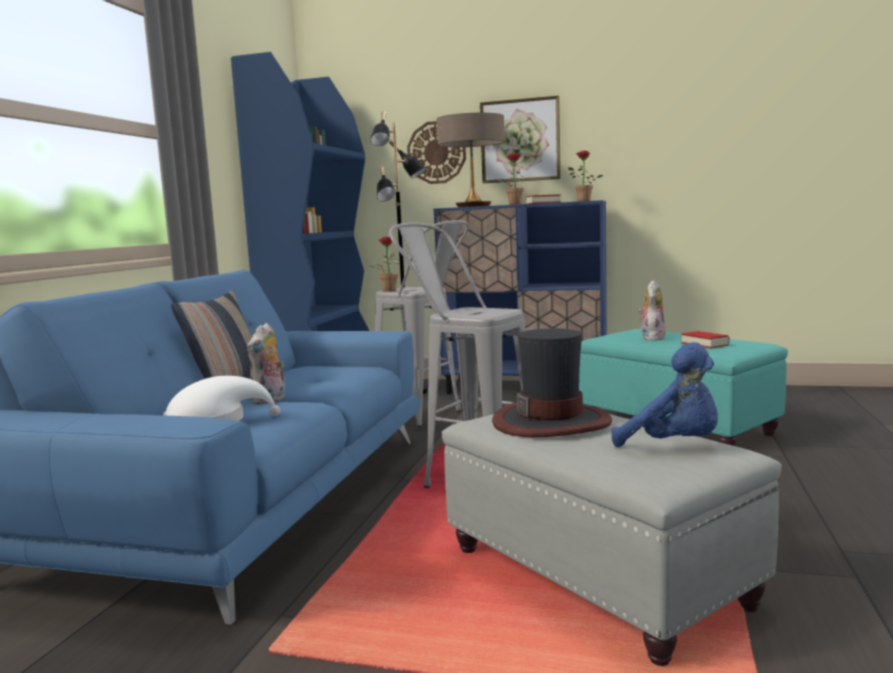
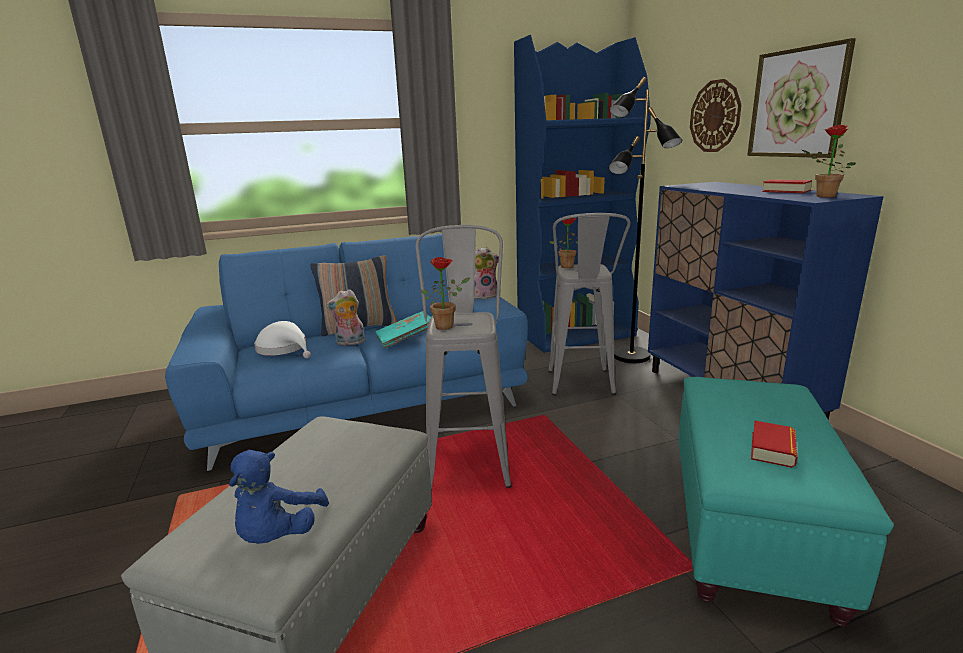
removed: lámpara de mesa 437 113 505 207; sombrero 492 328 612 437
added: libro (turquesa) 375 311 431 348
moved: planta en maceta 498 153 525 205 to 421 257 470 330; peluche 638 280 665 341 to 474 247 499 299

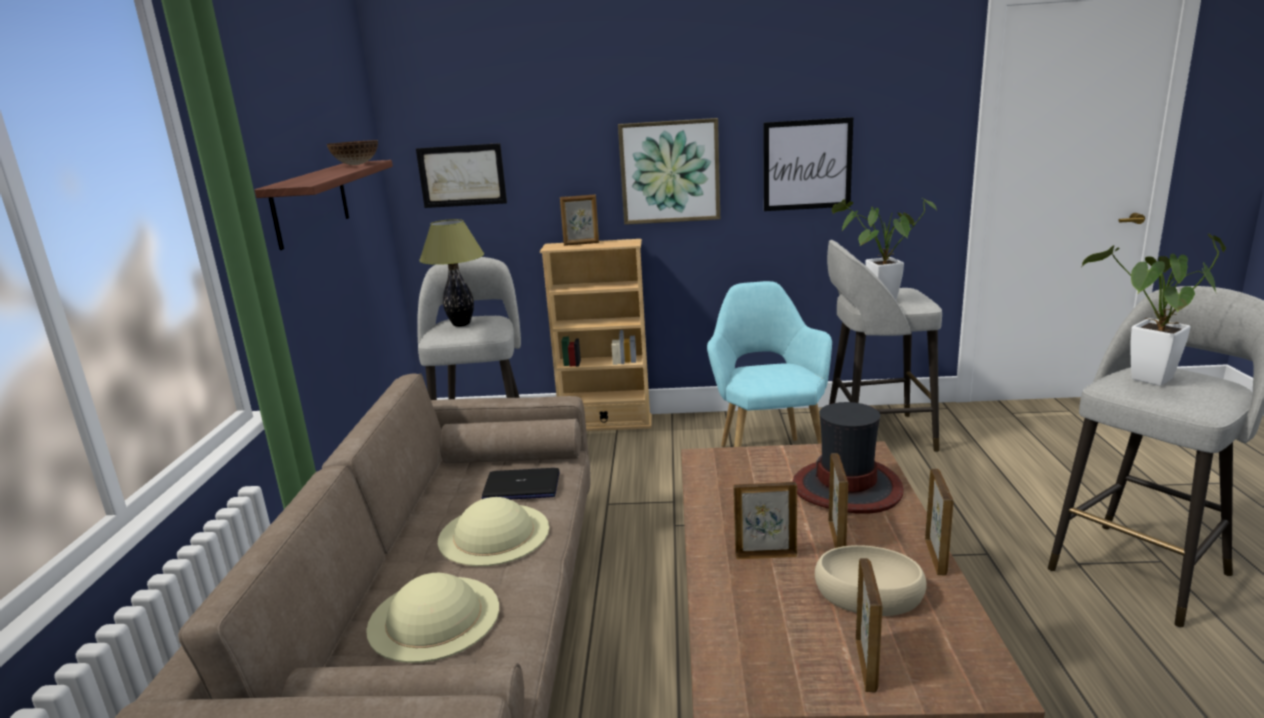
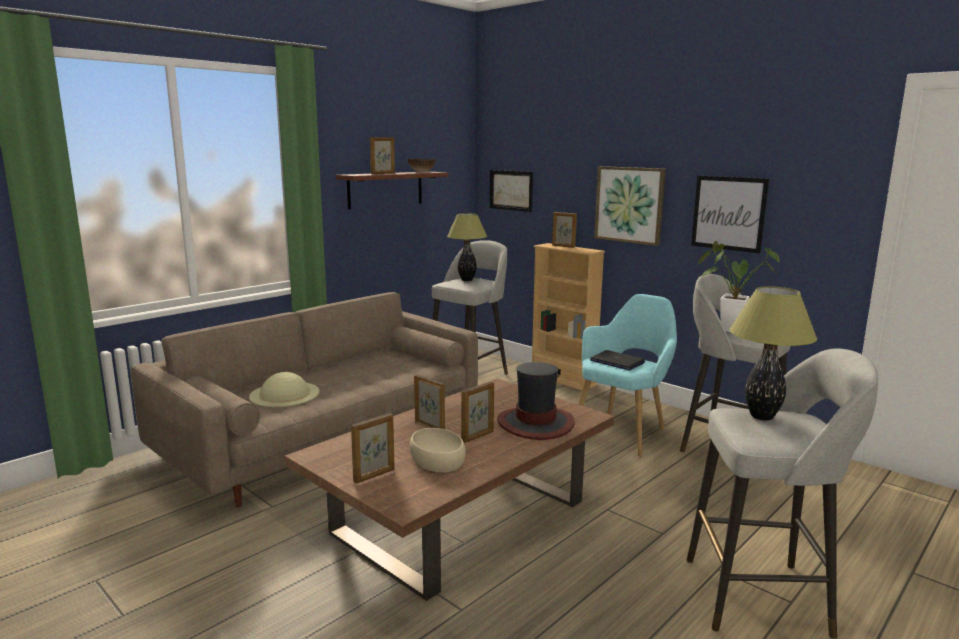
removed: sombrero (beis) 438 497 549 567
moved: portátil 482 468 560 499 to 590 350 645 370; portarretratos 925 468 954 576 to 370 137 395 174
replaced: planta en maceta 1082 234 1226 386 to lámpara de mesa 729 286 817 420

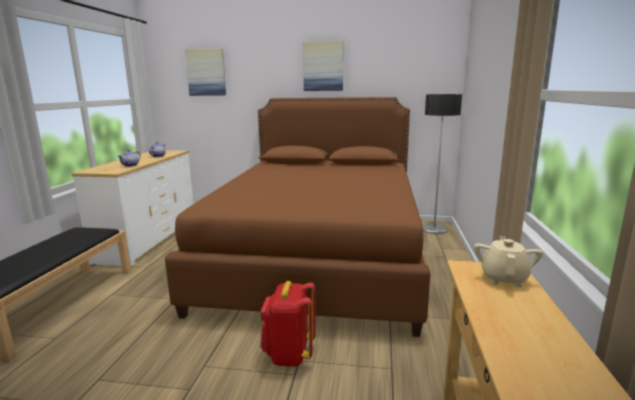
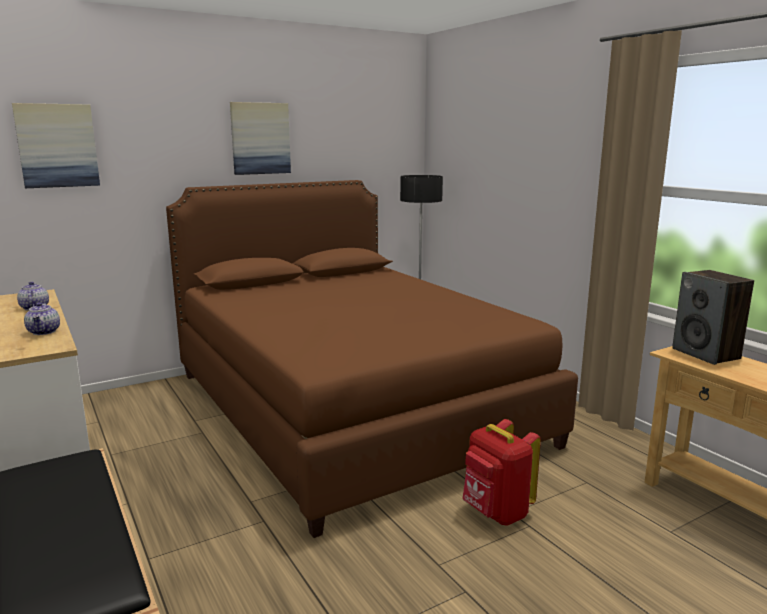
replaced: tetera (beis) 474 236 543 287 to altavoz 672 270 754 365

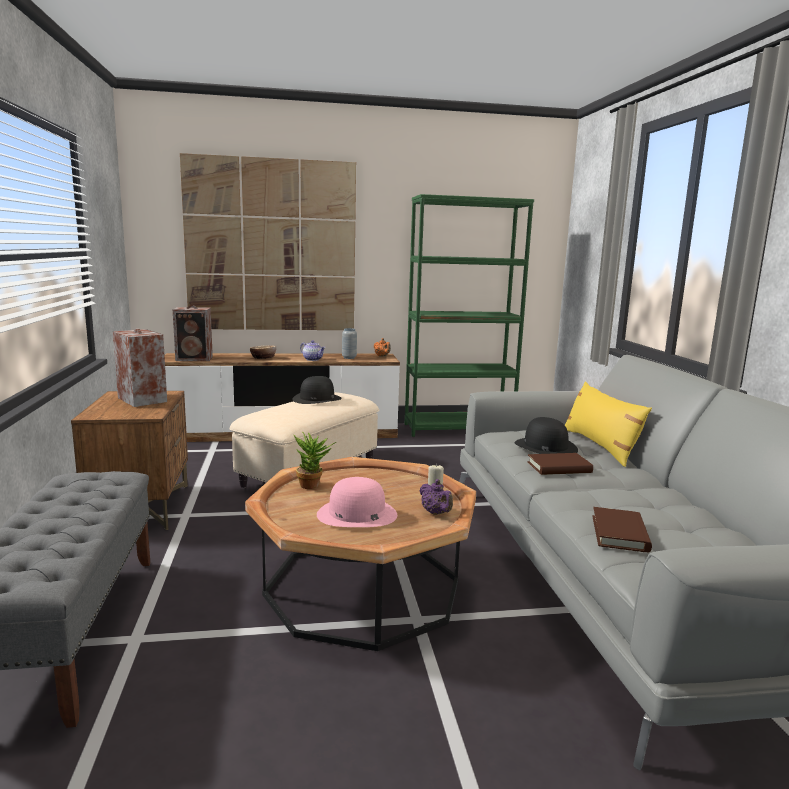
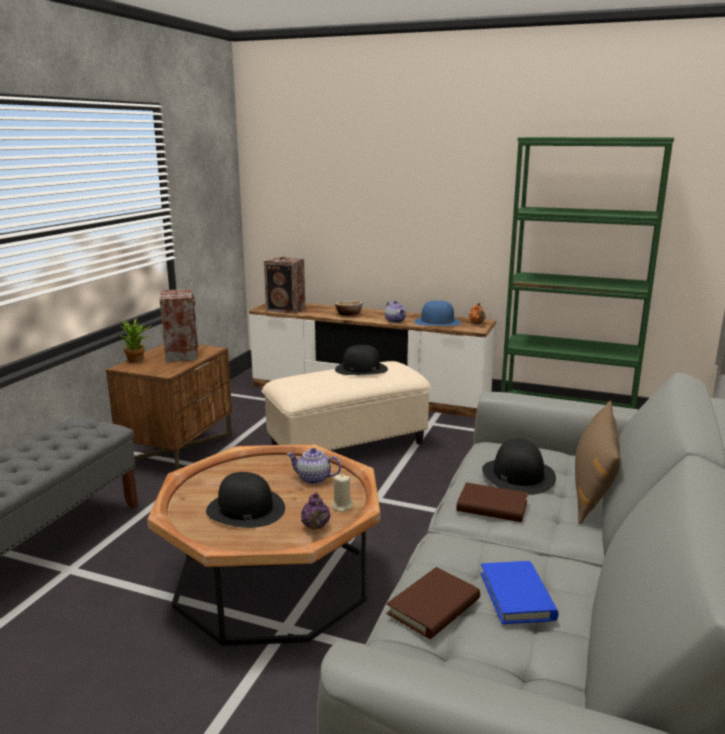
removed: cuadro 180 153 356 330
added: tetera 287 448 341 484; libro (azul) 480 561 559 624
moved: planta en maceta 294 432 336 489 to 119 318 152 362
replaced: florero (gris) 342 328 357 359 to sombrero (azul) 414 301 461 326
recoloured: sombrero (rosa) 317 477 397 527 to sombrero (negro) 206 472 285 528; cojín (amarillo) 565 381 652 467 to cojín (marrón) 575 401 621 524

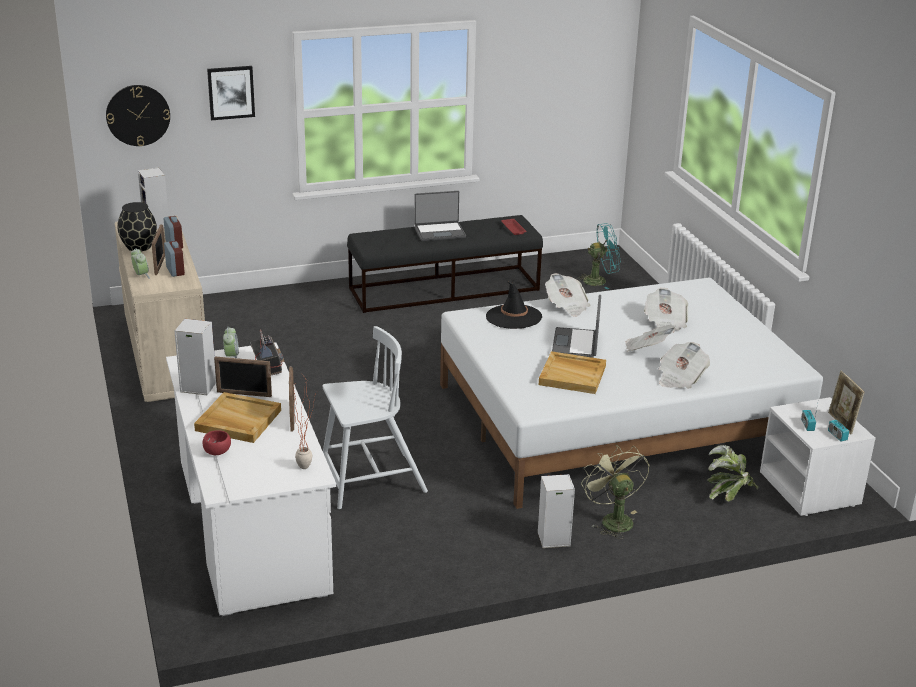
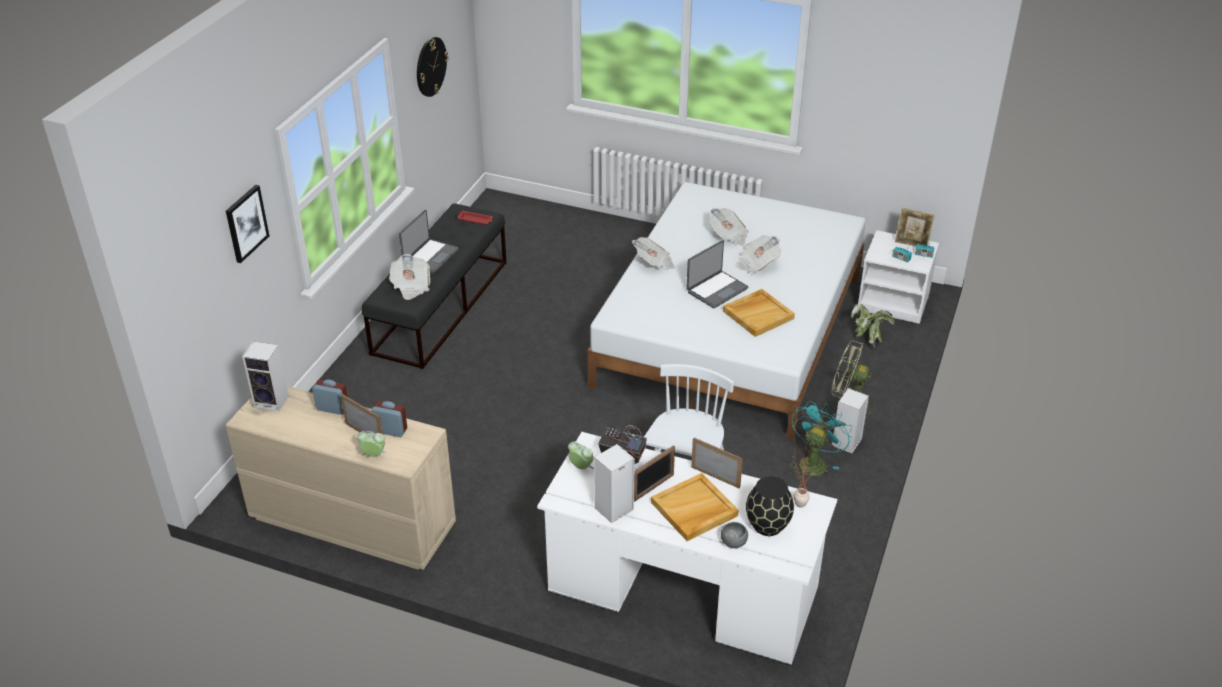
removed: sombrero (negro) 486 282 542 329
moved: reloj de pared 106 85 170 146 to 417 37 449 97; florero (negro) 117 202 157 251 to 746 476 794 536; ventilador (turquesa) 576 223 621 289 to 789 401 852 478; periódico 659 342 710 389 to 389 254 430 300
recoloured: cuenco (rojo) 203 430 231 455 to cuenco (gris) 721 522 748 548
turned: portátil 552 295 601 358 = 686 240 748 308 90 degrees counterclockwise

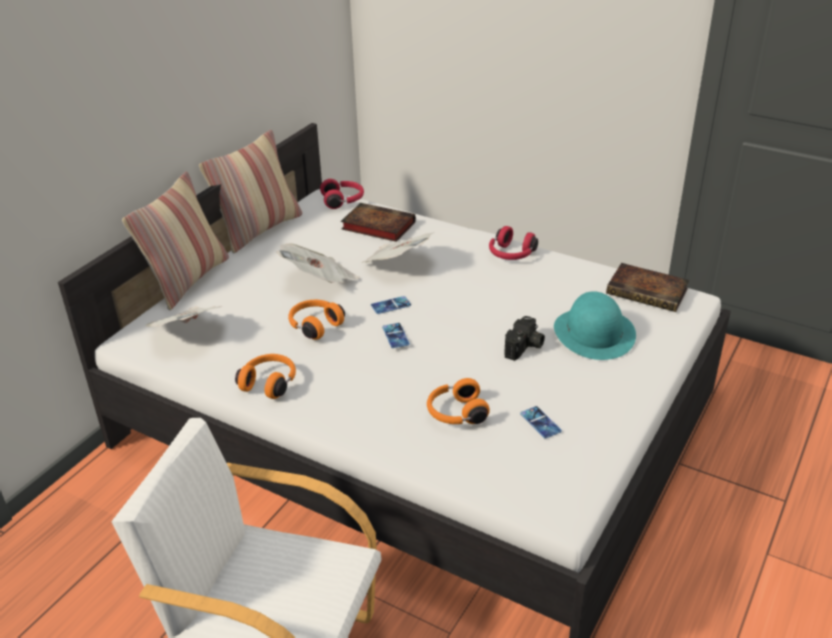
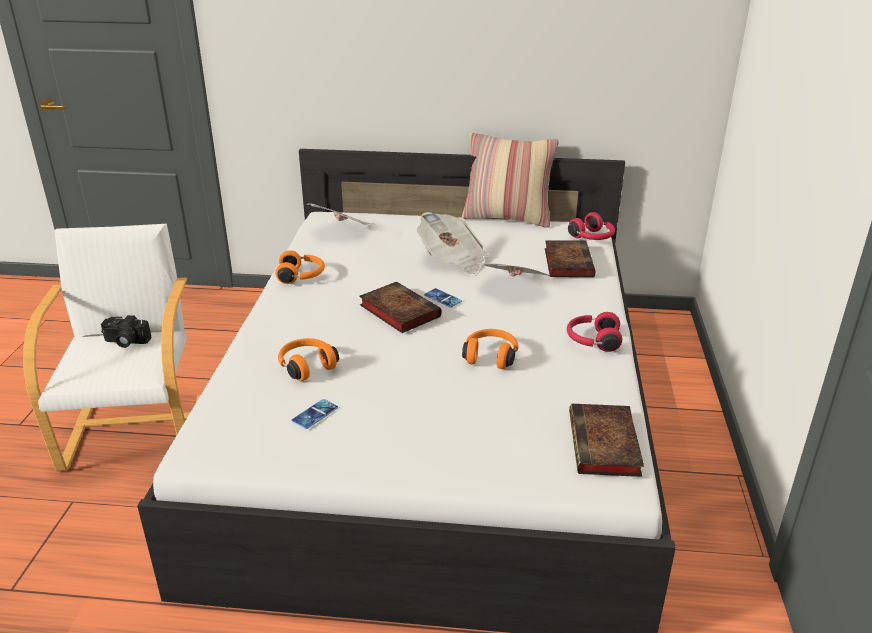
removed: cojín 122 172 229 310; sombrero (turquesa) 554 291 636 360
moved: auriculares (naranja) 288 300 345 340 to 462 329 518 369; cámara 505 316 545 361 to 101 315 151 348
replaced: móvil 382 323 410 348 to libro 359 282 441 333

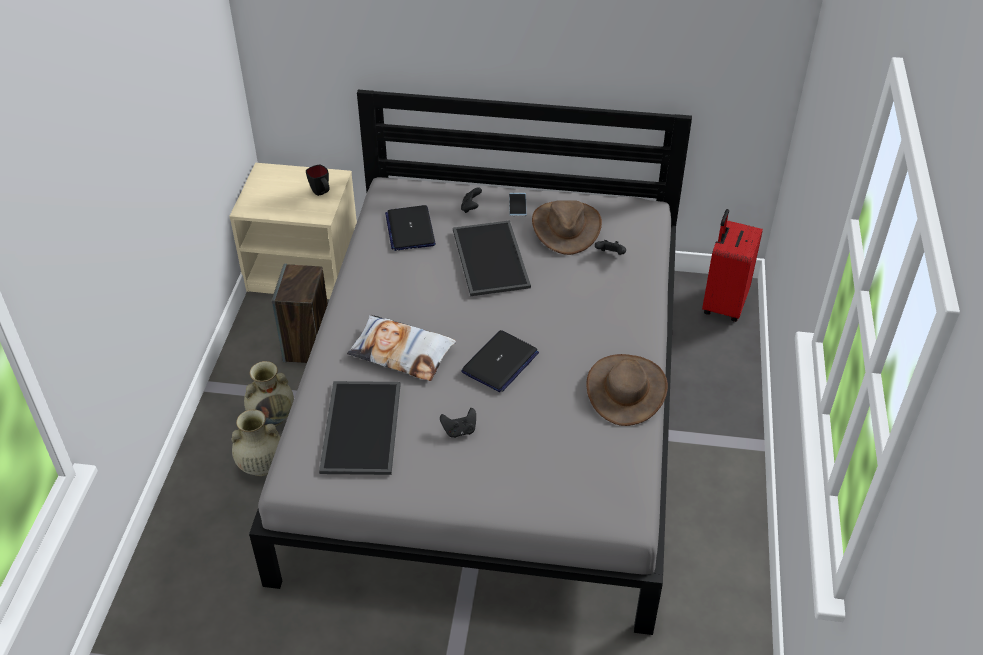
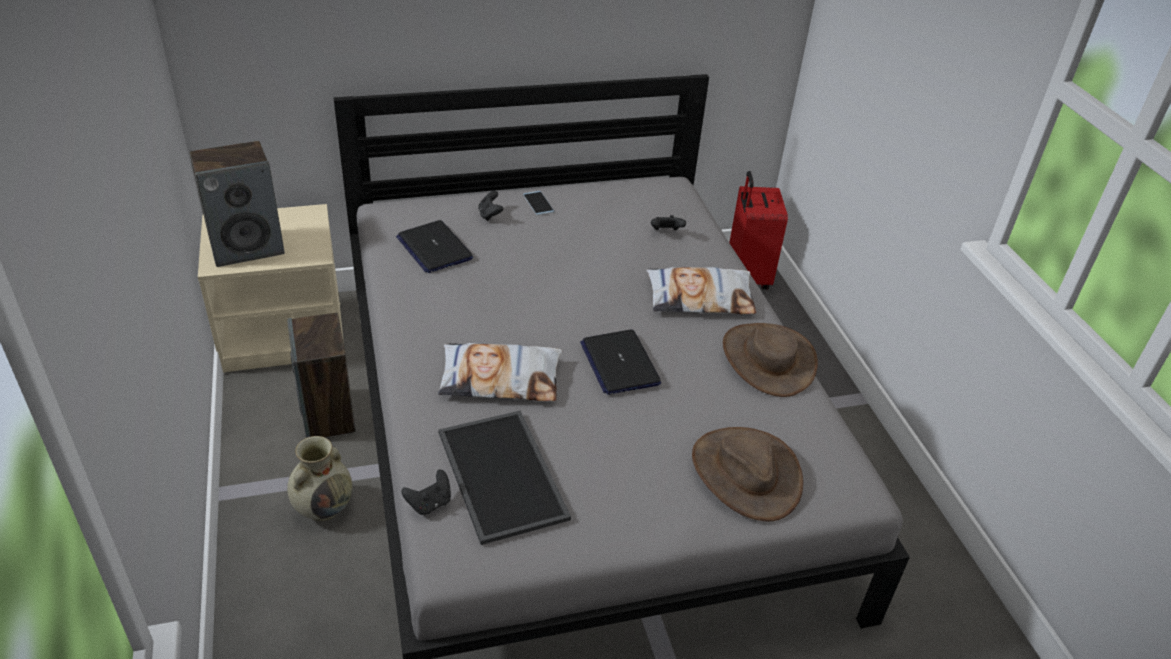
removed: florero (beis) 231 409 281 476; taza grande (negro) 306 165 330 196; bandeja 453 220 531 296
added: altavoz 189 141 285 267; cojín 646 267 756 314
moved: mando de consola (negro) 440 408 476 438 to 401 470 451 515; sombrero (marrón) 532 200 602 255 to 692 427 803 521
turned: portátil 461 330 539 392 = 580 329 661 395 150 degrees clockwise

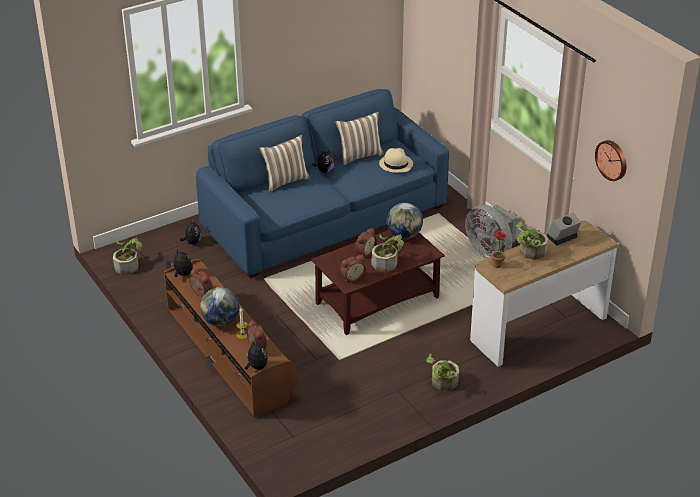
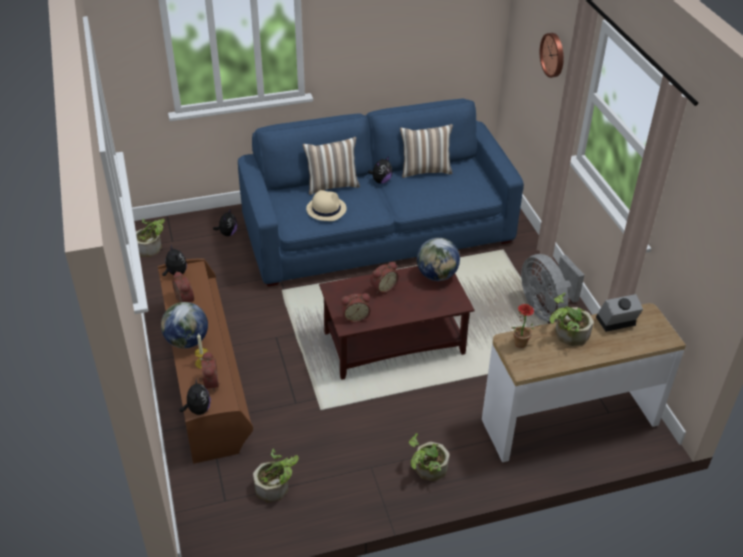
moved: planta en maceta 371 234 404 272 to 253 449 299 503; sombrero (beis) 379 148 413 173 to 306 190 347 221; reloj de pared 595 140 627 181 to 540 33 564 78

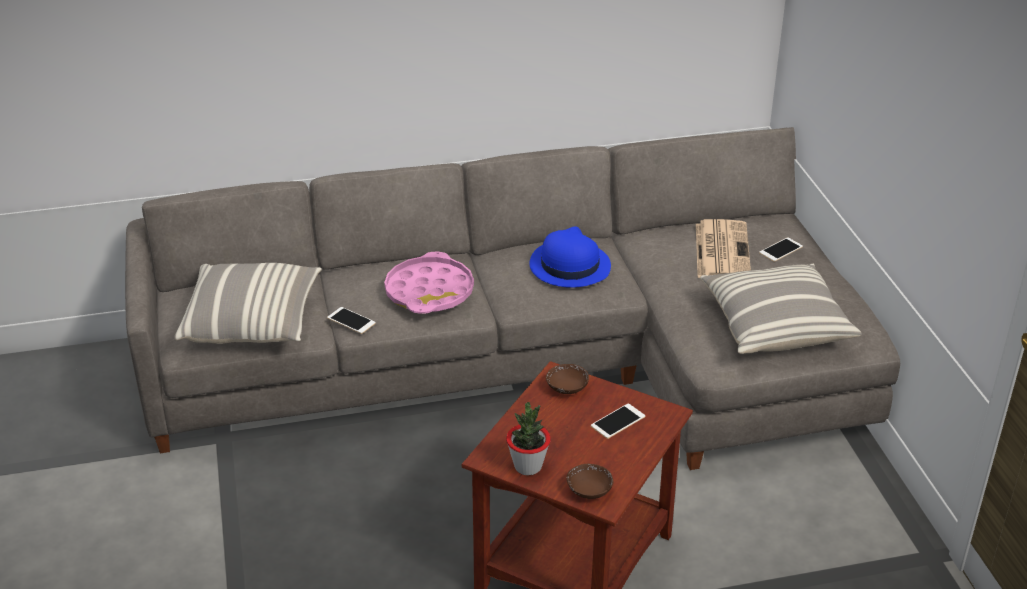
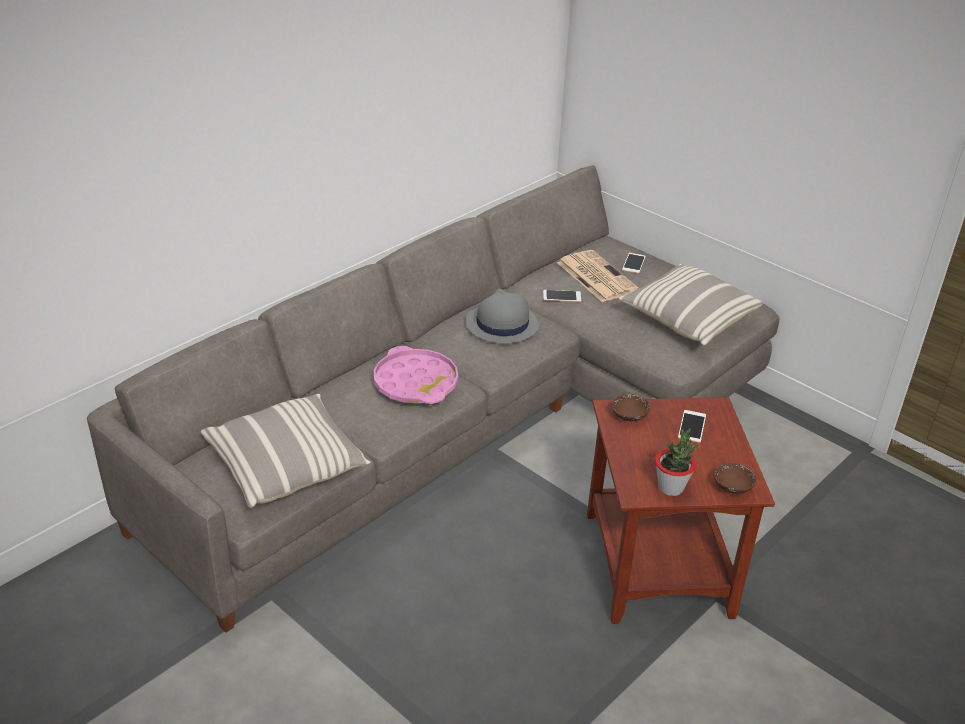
moved: móvil 327 307 376 334 to 543 290 581 302
recoloured: sombrero (azul) 530 226 611 288 to sombrero (gris) 466 289 539 343

